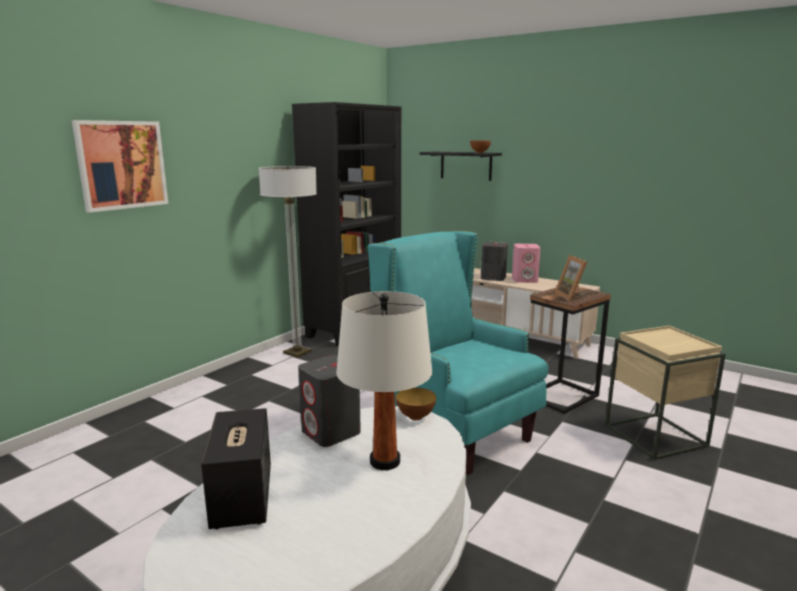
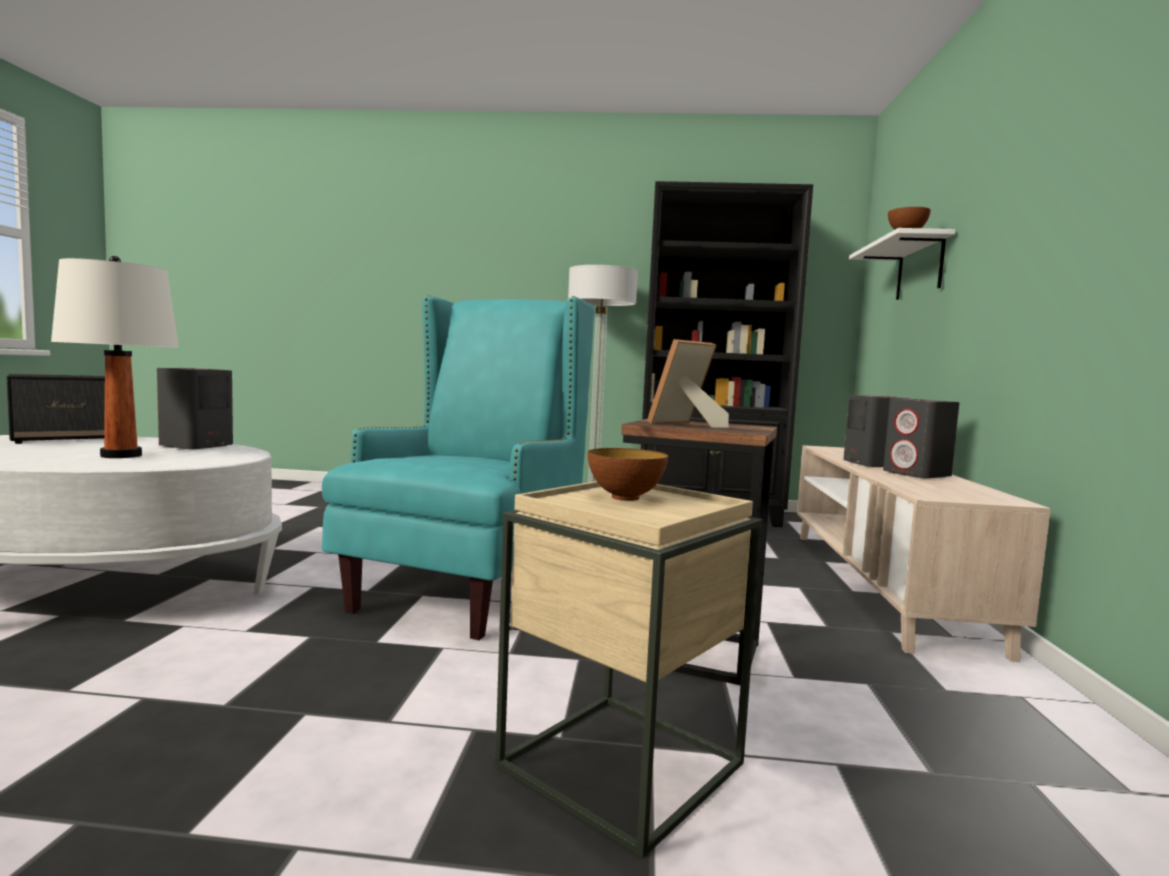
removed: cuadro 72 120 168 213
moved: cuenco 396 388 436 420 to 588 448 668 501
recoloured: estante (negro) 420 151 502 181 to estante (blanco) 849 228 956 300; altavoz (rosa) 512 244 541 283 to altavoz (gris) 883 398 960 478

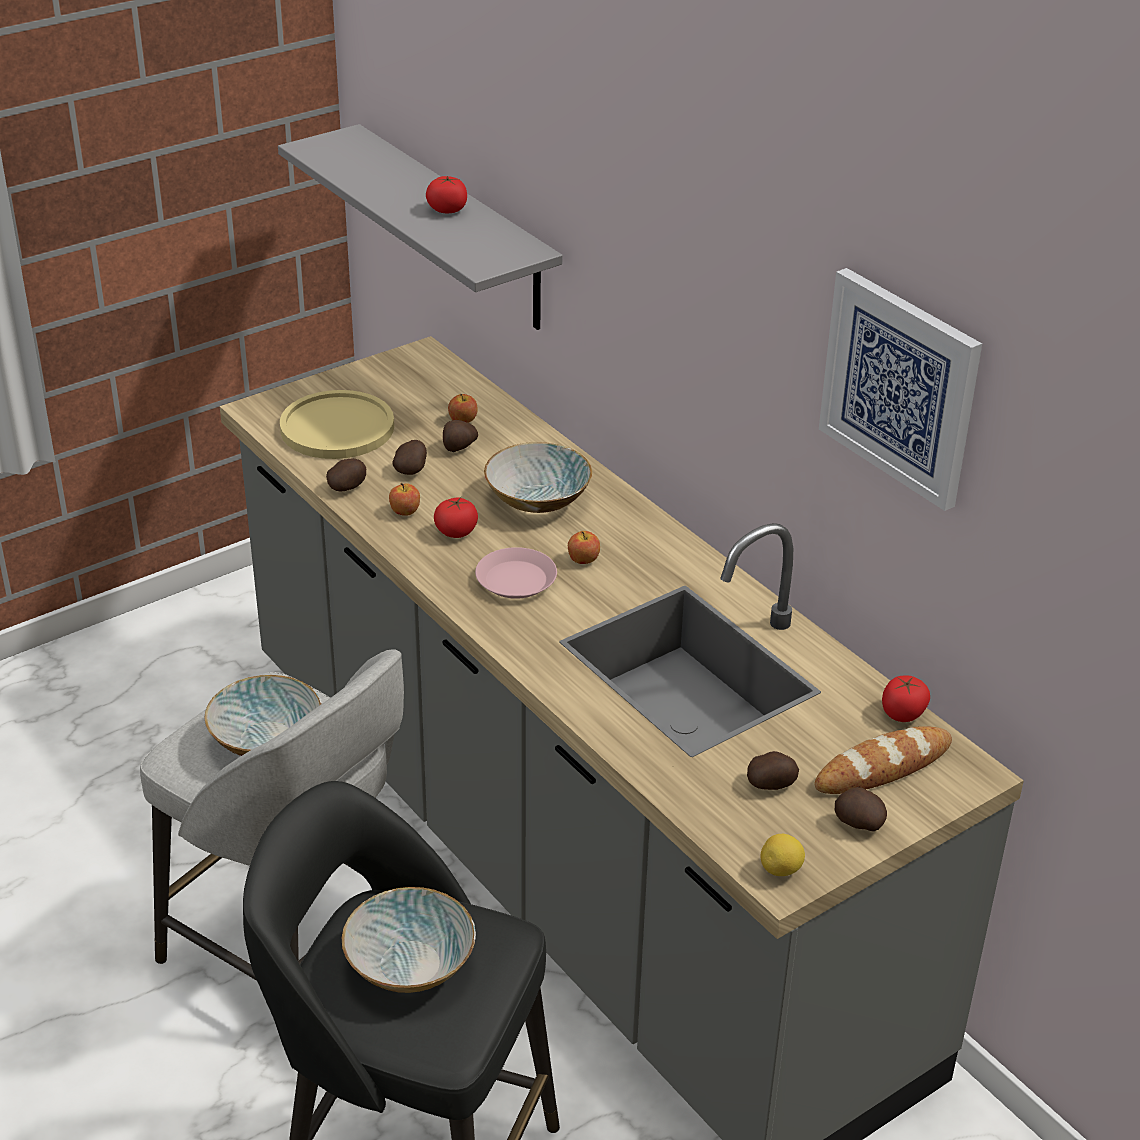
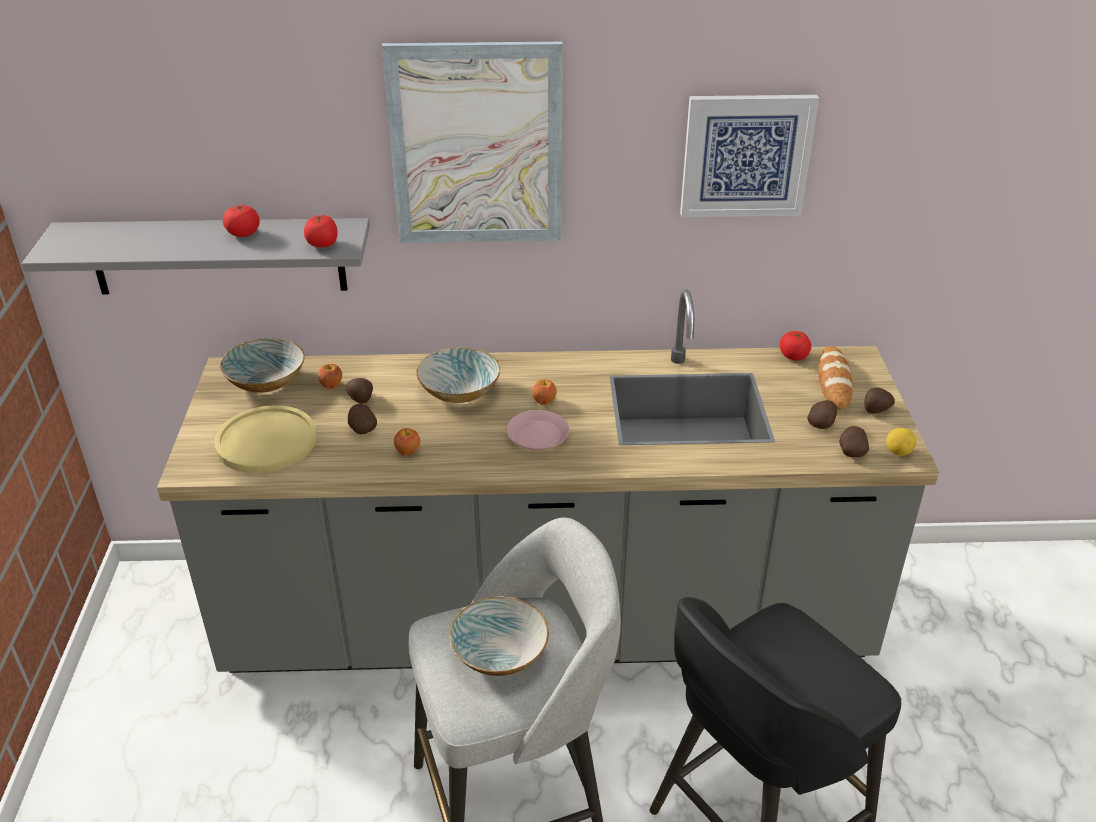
added: cuadro 382 42 563 243
moved: patata 326 458 366 492 to 839 426 869 457; cuenco 342 887 476 993 to 219 338 305 393; tomate 434 497 478 538 to 304 215 338 247

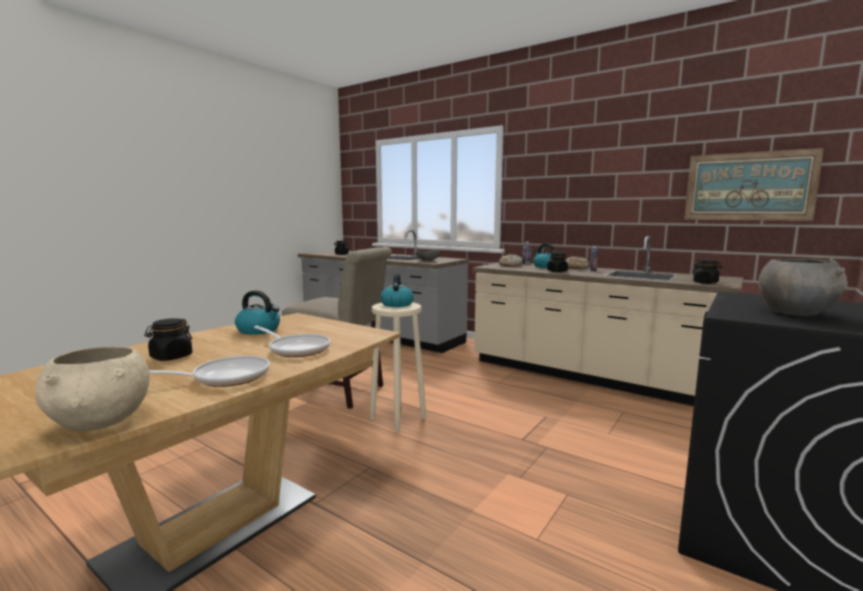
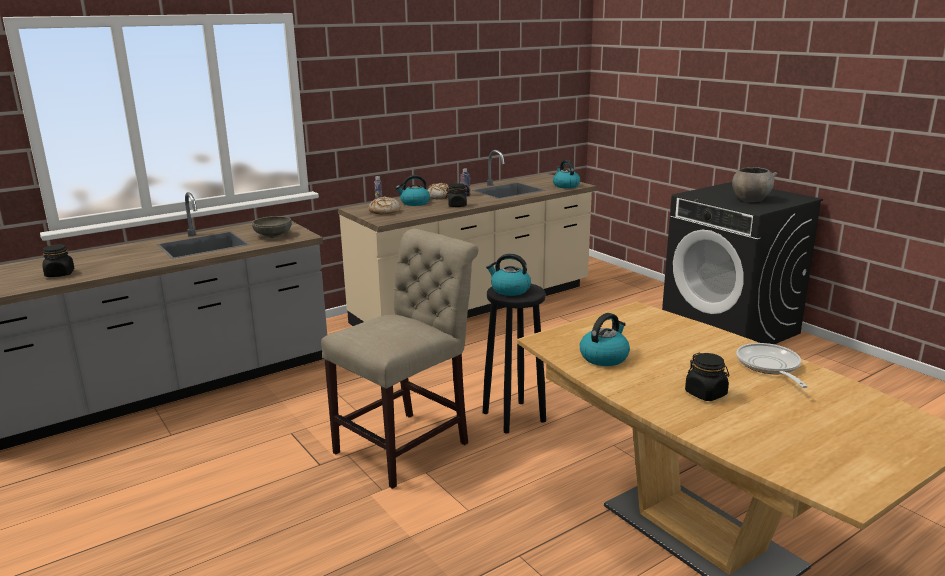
removed: cuenco (beis) 35 346 150 431; sartén 254 326 331 357; cuadro 684 148 824 221
replaced: tarro (negro) 692 260 723 284 to hervidor 553 160 580 188
recoloured: taburete (beis) 370 302 426 432 to taburete (negro) 483 284 546 434

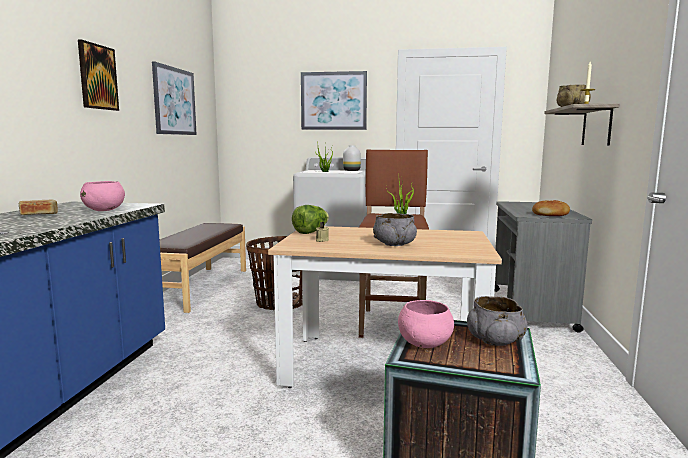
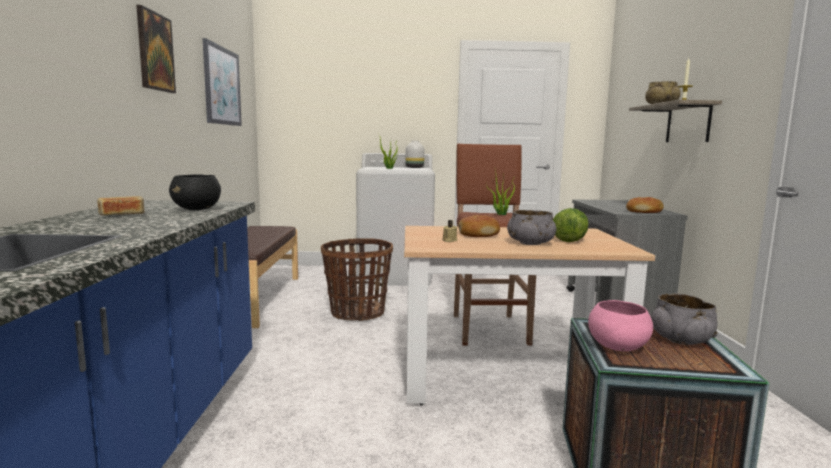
removed: cuadro 301 71 367 130
added: pan 458 215 500 237
moved: lechuga 292 205 329 234 to 553 208 589 242
recoloured: cuenco (rosa) 80 181 125 211 to cuenco (negro) 169 174 221 210

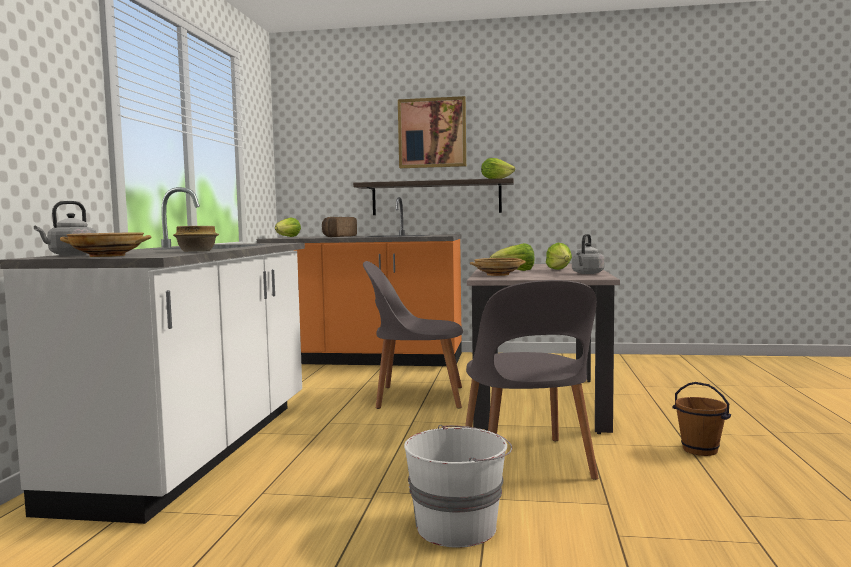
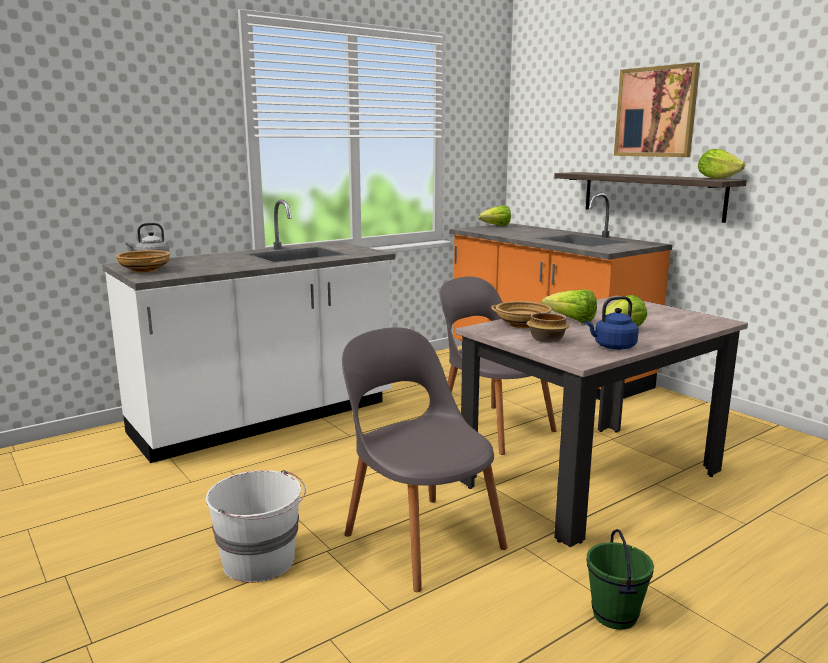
removed: pan 322 217 357 237
moved: cuenco 173 226 219 252 to 527 312 569 343
recoloured: hervidor (gris) 572 234 604 274 to hervidor (azul) 585 296 639 350; cubo (marrón) 672 382 731 456 to cubo (verde) 586 529 654 630
turned: silla (gris) 465 280 598 480 = 342 327 508 592 105 degrees clockwise

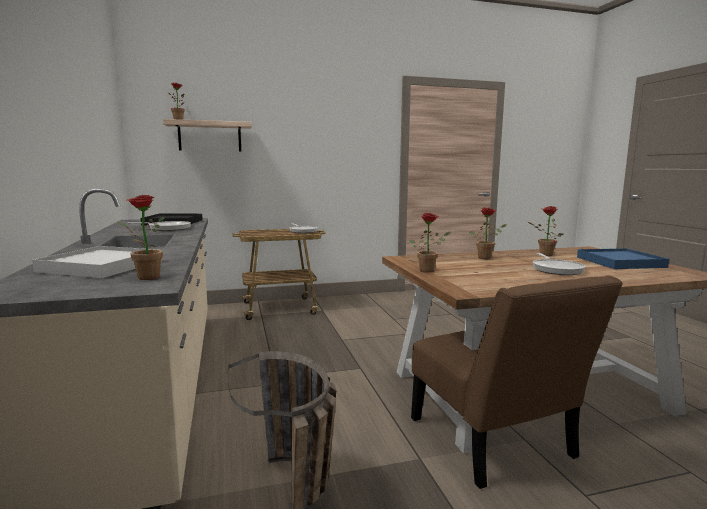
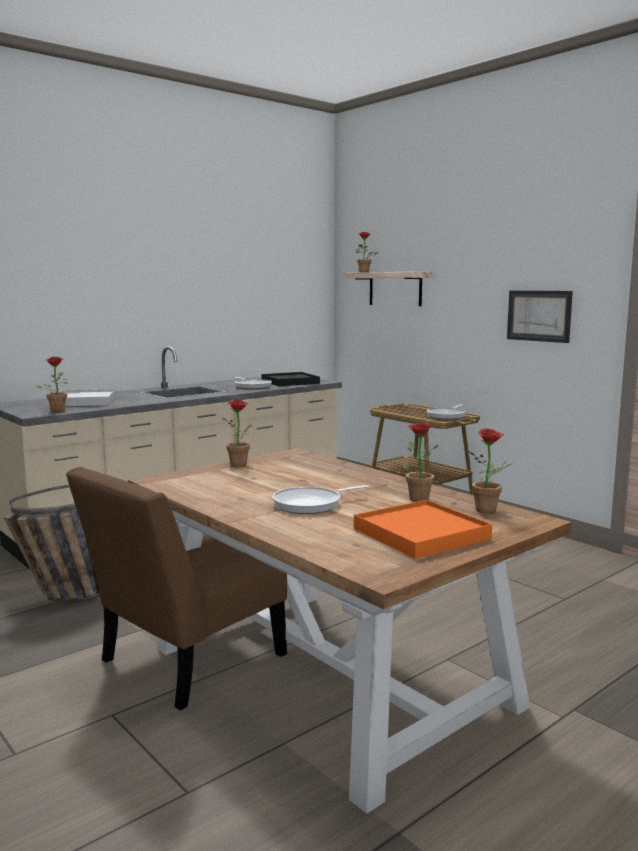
added: cuadro 507 291 573 343
moved: planta en maceta 469 207 507 259 to 469 428 514 513
recoloured: bandeja (azul) 577 248 669 269 to bandeja (naranja) 354 500 492 559

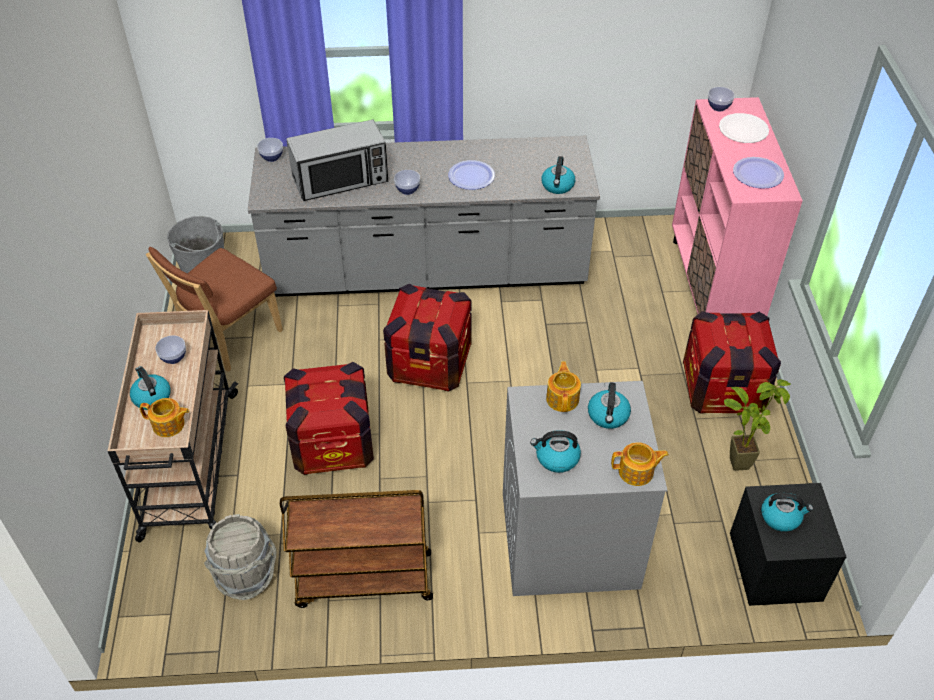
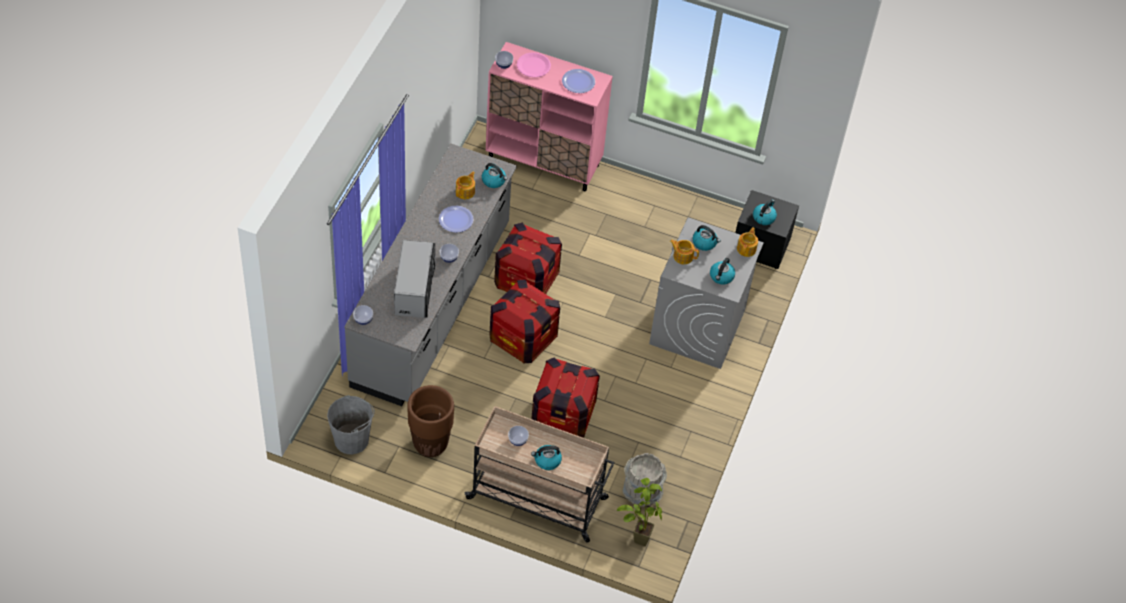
removed: carrito (marrón) 280 490 433 608
moved: tetera 140 398 189 437 to 456 172 475 199; caja de embalaje 683 311 781 414 to 494 223 562 294; planta en maceta 724 379 791 471 to 616 478 662 546
replaced: silla (marrón) 146 247 283 372 to maceta (marrón) 407 385 454 457
recoloured: plato (blanco) 719 113 769 143 to plato (rosa) 517 52 551 77

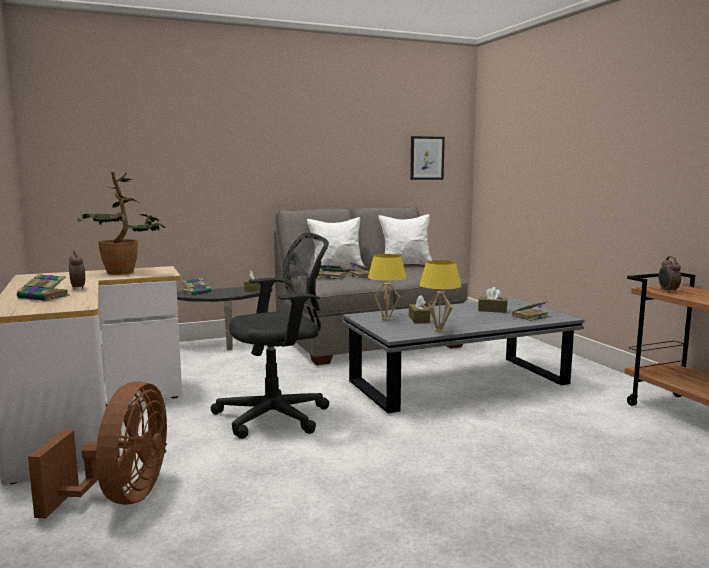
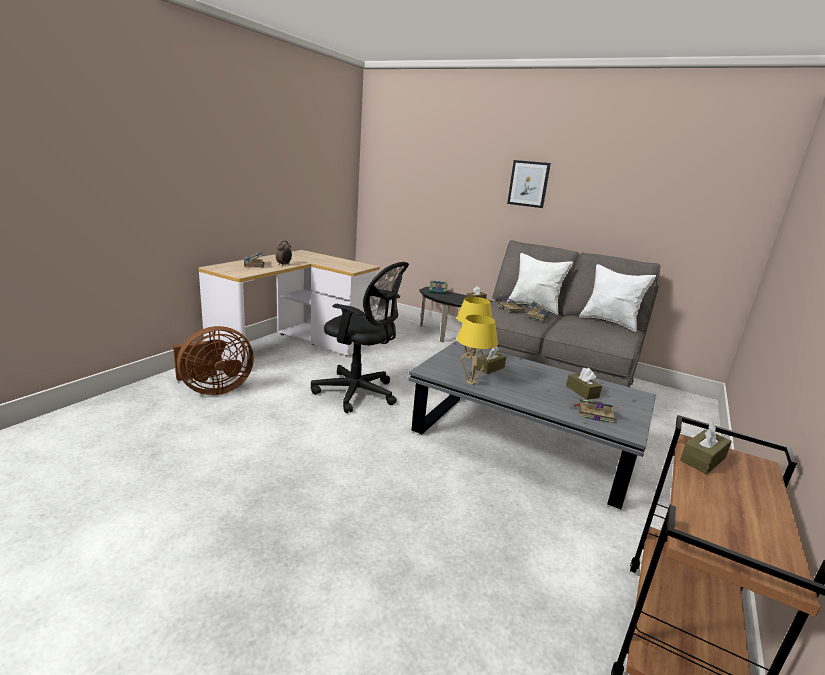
removed: planta en maceta 77 171 166 275
moved: cuadro 410 136 445 180 to 507 160 551 208
replaced: despertador 658 256 681 293 to caja de pañuelos (marrón) 680 423 732 474

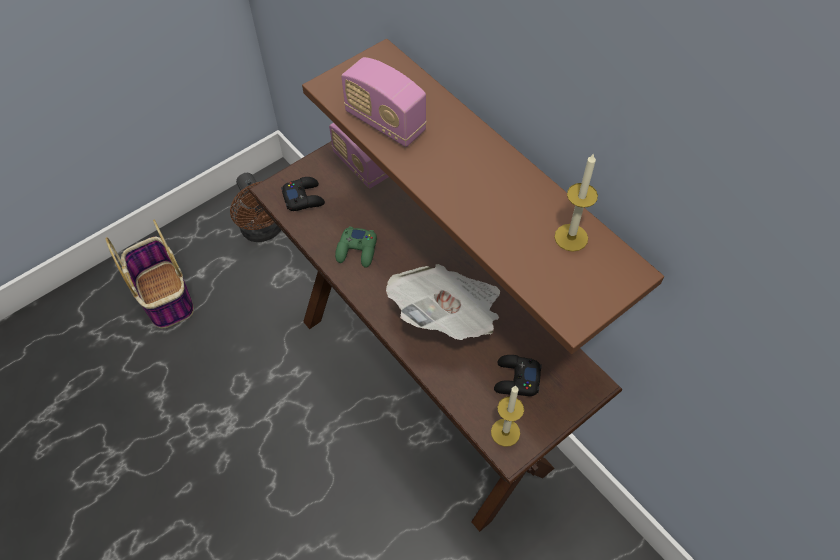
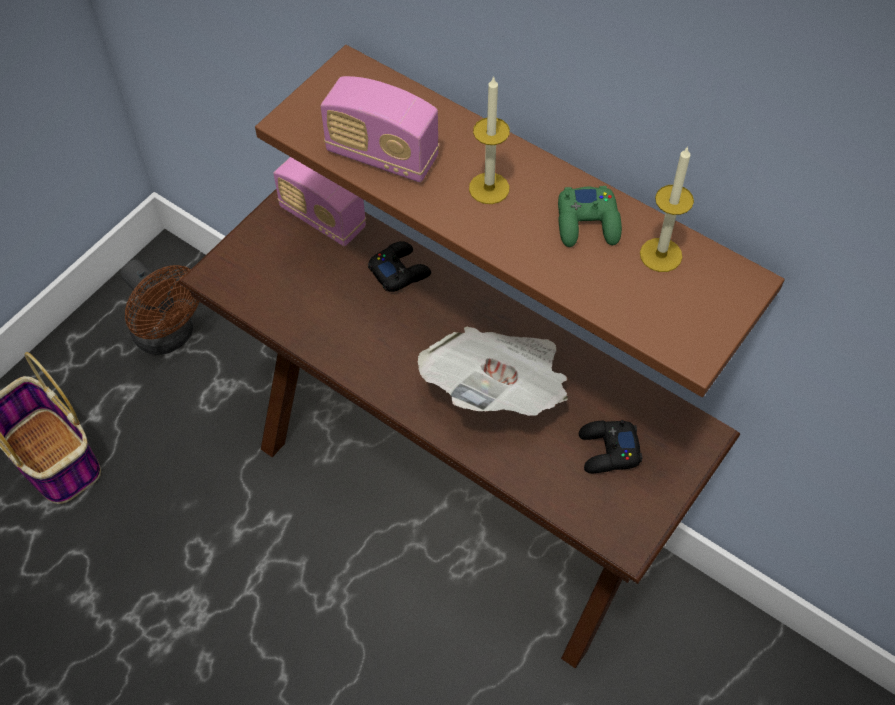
moved: mando de consola (negro) 281 177 325 211 to 368 241 431 292; mando de consola (verde) 335 226 377 268 to 558 186 622 247; vela 491 386 524 447 to 469 76 510 204

